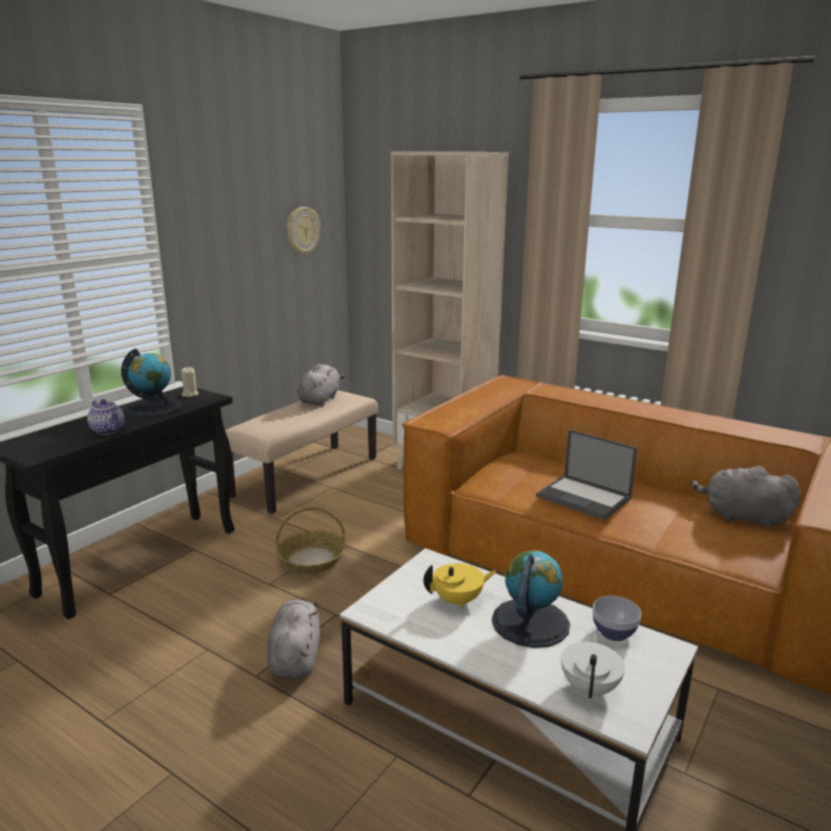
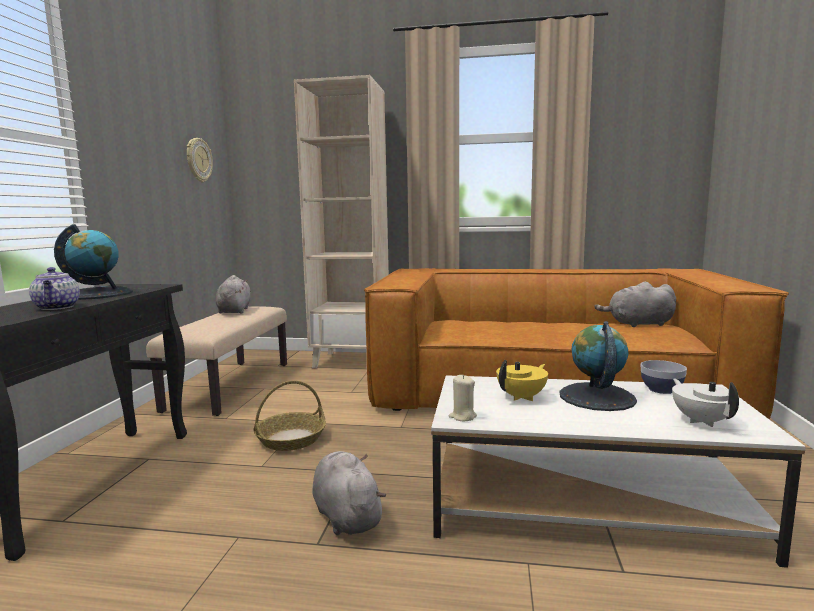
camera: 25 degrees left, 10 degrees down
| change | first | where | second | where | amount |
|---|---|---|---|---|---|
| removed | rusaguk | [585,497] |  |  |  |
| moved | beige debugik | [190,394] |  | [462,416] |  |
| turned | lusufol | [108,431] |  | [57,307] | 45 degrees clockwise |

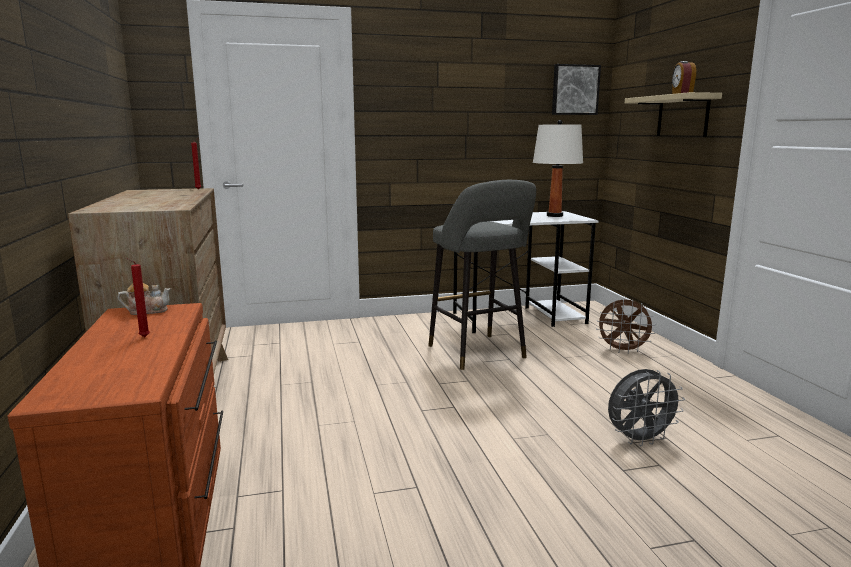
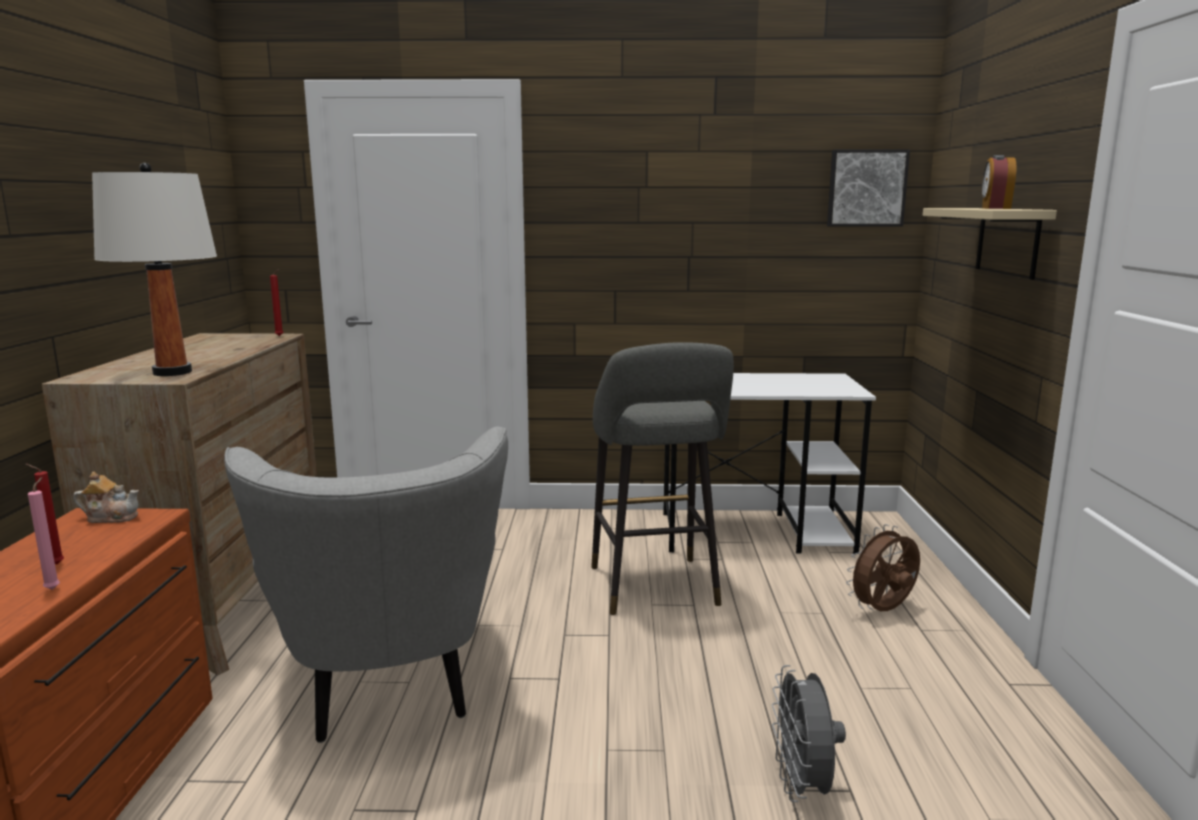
camera: 15 degrees right, 0 degrees up
| change | first | where | second | where | amount |
|---|---|---|---|---|---|
| added |  |  | pink debugik | [54,588] |  |
| added |  |  | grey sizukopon | [389,688] |  |
| moved | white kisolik | [555,215] |  | [172,372] |  |
| turned | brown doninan | [623,351] |  | [883,611] | 120 degrees clockwise |
| turned | grey doninan | [639,440] |  | [802,787] | 90 degrees clockwise |

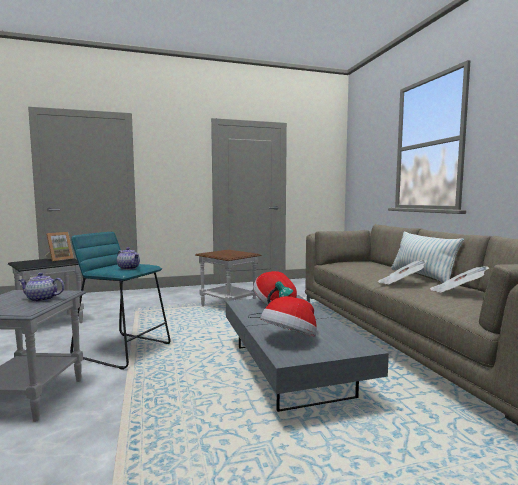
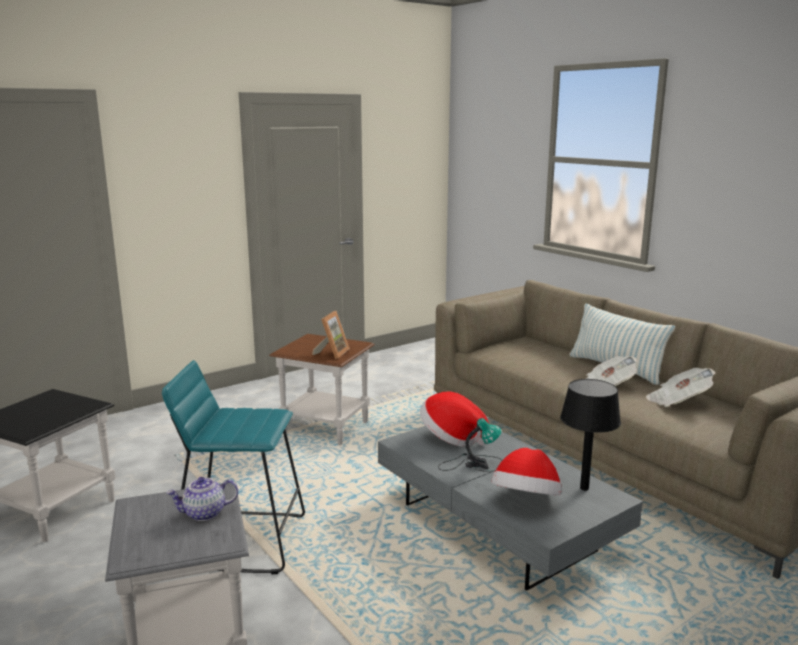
camera: 20 degrees left, 10 degrees up
| change | first | where | second | where | amount |
|---|---|---|---|---|---|
| removed | lusufol | [129,268] |  |  |  |
| added |  |  | black kisolik | [584,488] |  |
| moved | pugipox | [59,259] |  | [332,353] |  |

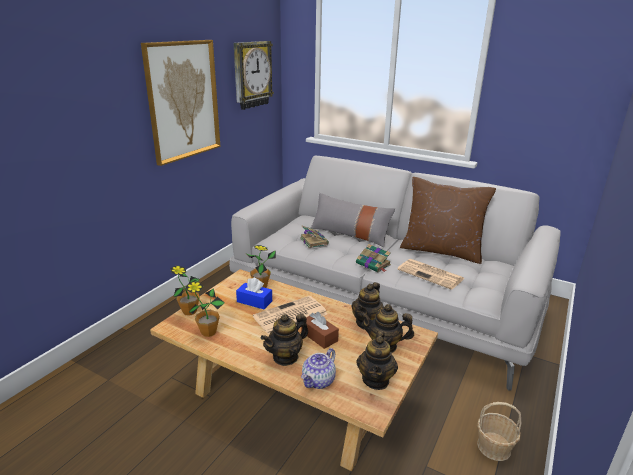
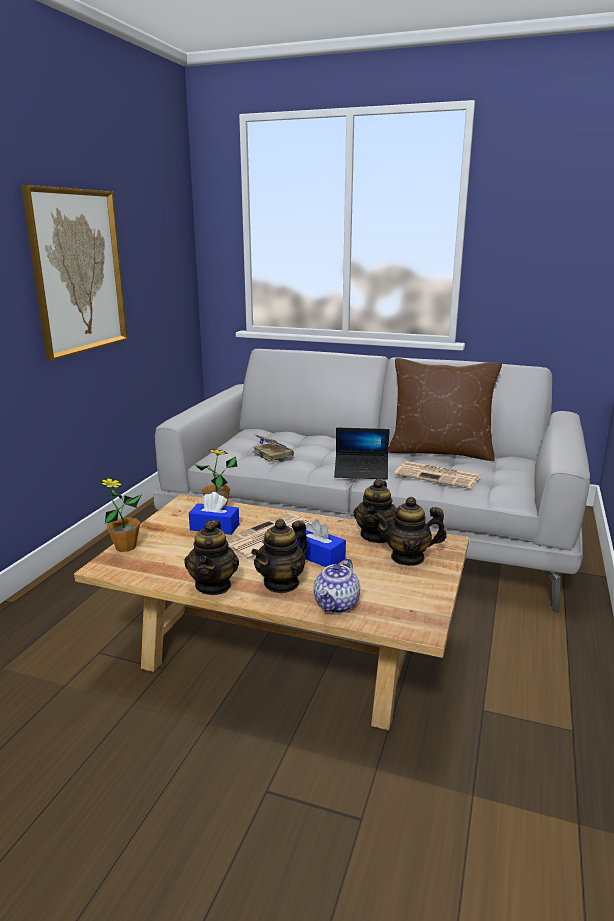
camera: 10 degrees left, 5 degrees down
| change | first | where | second | where | amount |
|---|---|---|---|---|---|
| removed | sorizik | [208,332] |  |  |  |
| removed | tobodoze | [251,74] |  |  |  |
| removed | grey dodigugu | [350,234] |  |  |  |
| removed | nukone | [494,447] |  |  |  |
| moved | lusufol | [376,380] |  | [213,585] |  |
| replaced | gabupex | [373,264] | rusaguk | [361,472] |  |
| recoloured | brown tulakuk | [319,336] | blue tulakuk | [318,556] |  |

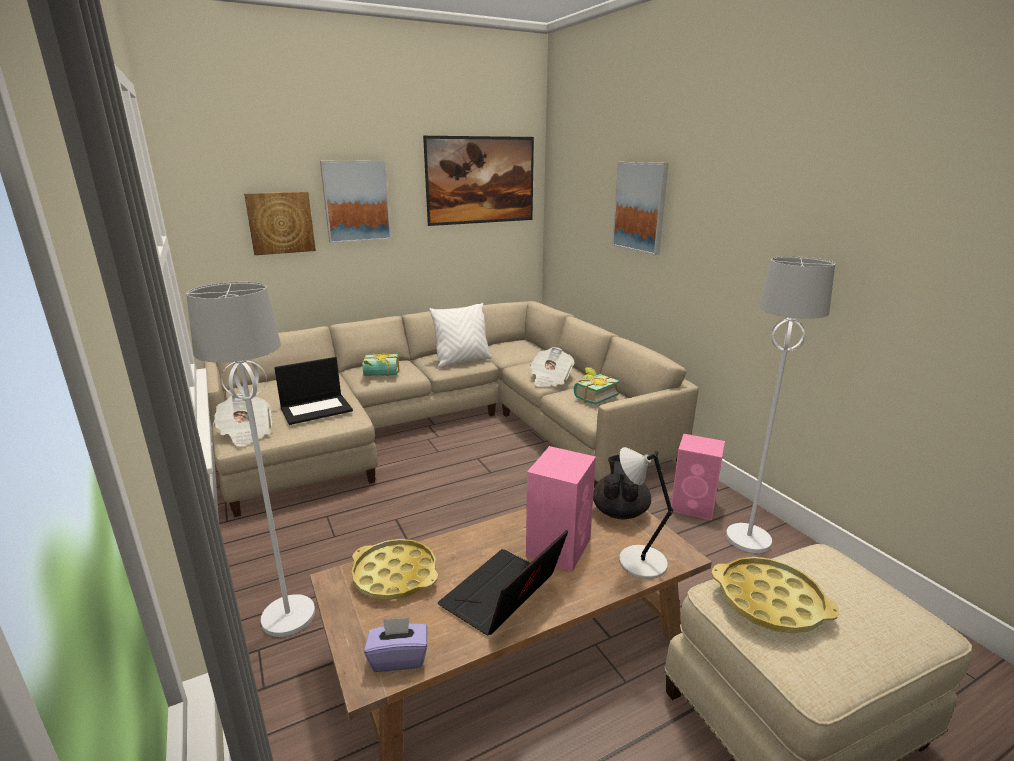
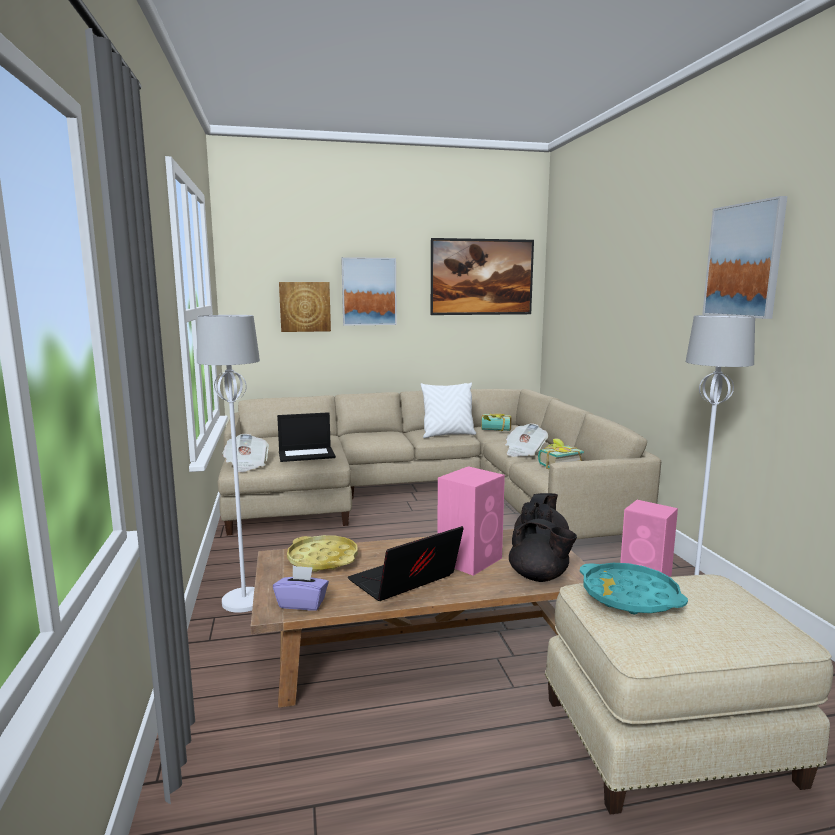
camera: 15 degrees right, 10 degrees down
| change | first | where | second | where | amount |
|---|---|---|---|---|---|
| moved | gabupex | [381,375] |  | [495,430] |  |
| moved | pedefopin | [640,207] |  | [744,260] |  |
| replaced | grey kisolik | [639,562] | black lusufol | [539,577] |  |
| recoloured | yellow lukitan | [770,601] | turquoise lukitan | [629,596] |  |

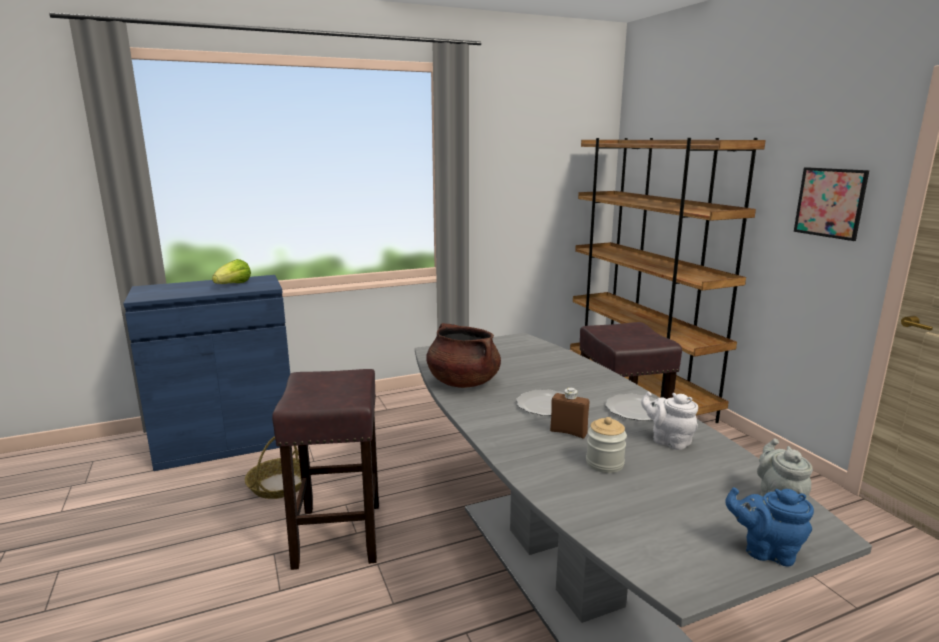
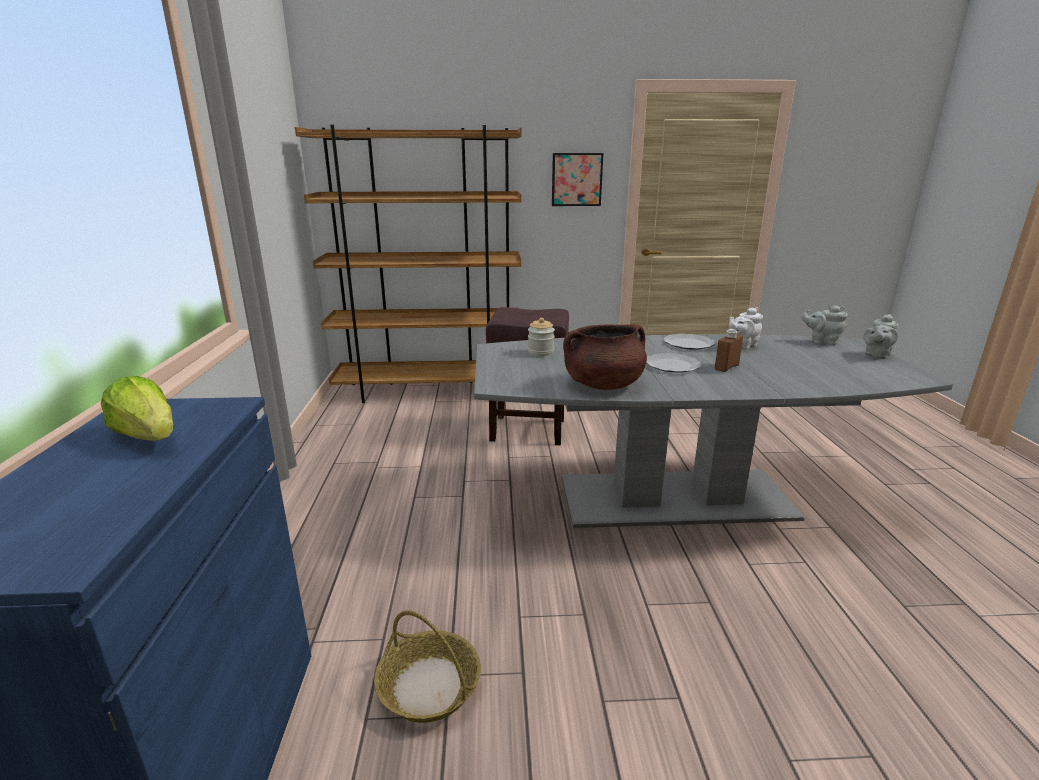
camera: 70 degrees left, 5 degrees up
| change | first | where | second | where | amount |
|---|---|---|---|---|---|
| removed | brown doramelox | [338,533] |  |  |  |
| moved | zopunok | [604,463] |  | [540,352] |  |
| recoloured | blue lusufol | [766,551] | grey lusufol | [876,355] |  |

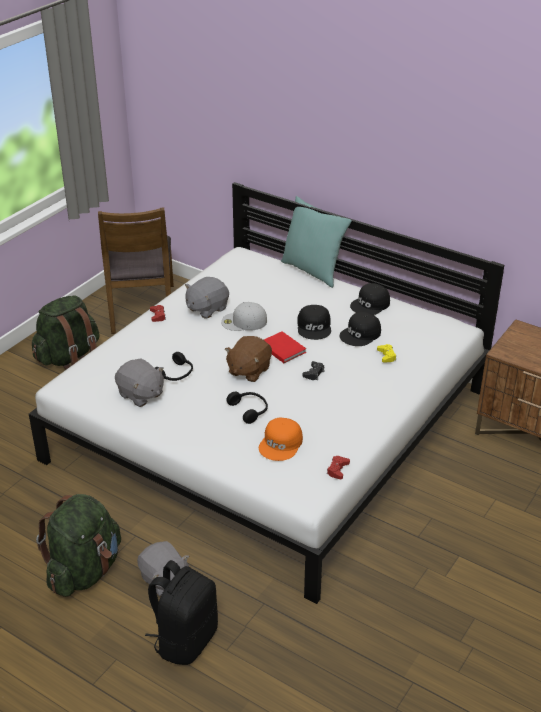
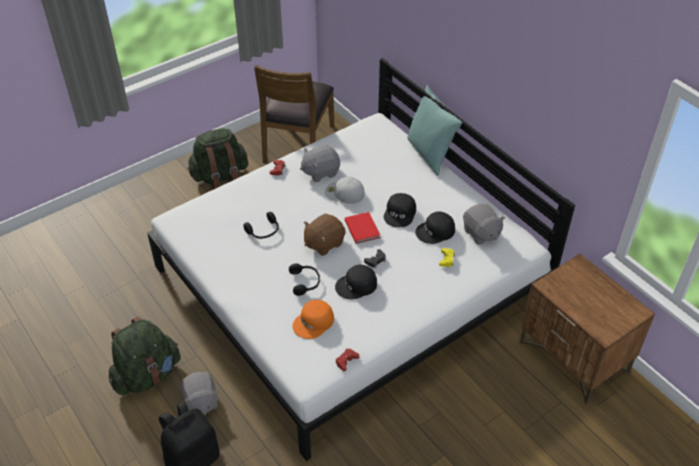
camera: 20 degrees right, 10 degrees up
| change | first | where | second | where | amount |
|---|---|---|---|---|---|
| moved | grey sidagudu | [141,395] |  | [481,233] |  |
| moved | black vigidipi | [370,305] |  | [356,286] |  |

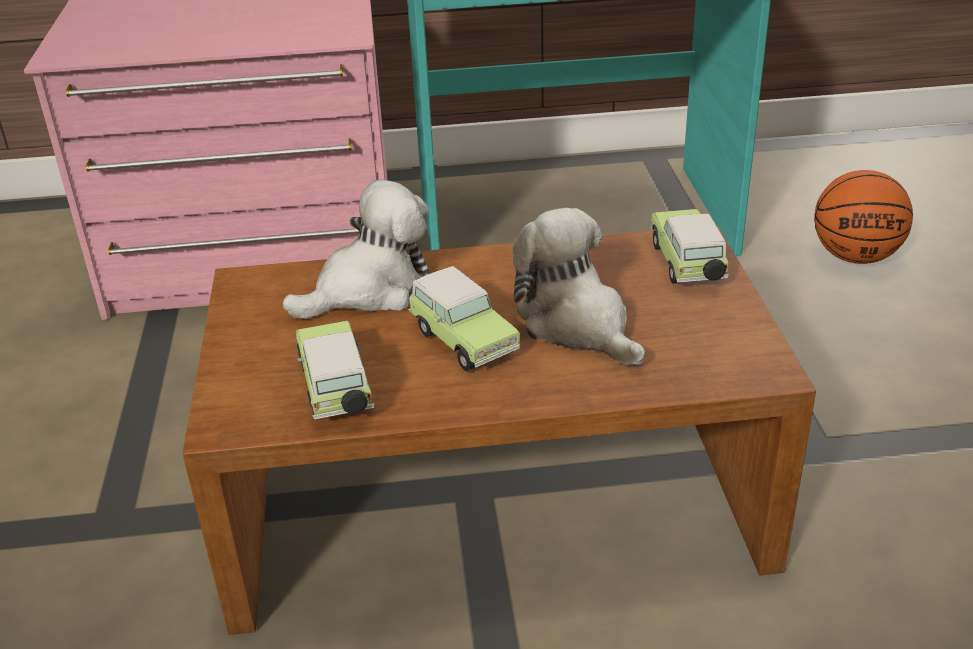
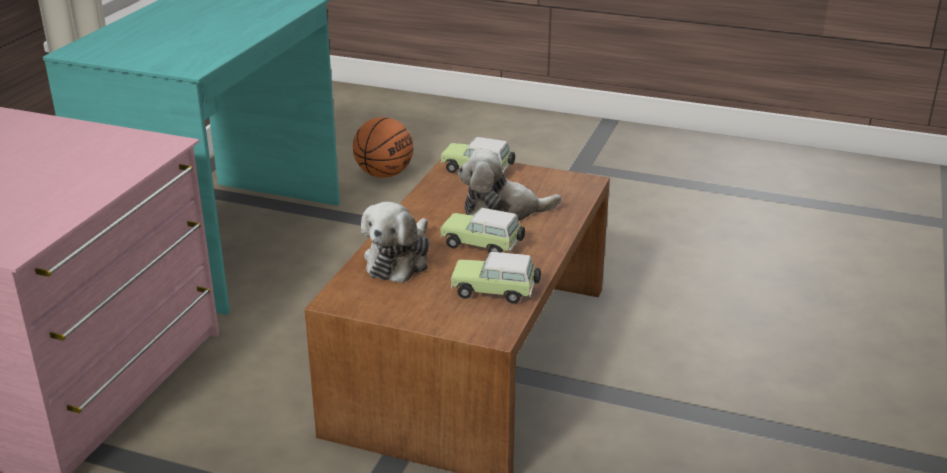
camera: 65 degrees left, 5 degrees down
| change | first | where | second | where | amount |
|---|---|---|---|---|---|
| turned | sidagudu | [370,290] |  | [399,260] | 150 degrees counterclockwise |
| turned | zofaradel | [461,340] |  | [483,246] | 150 degrees counterclockwise |

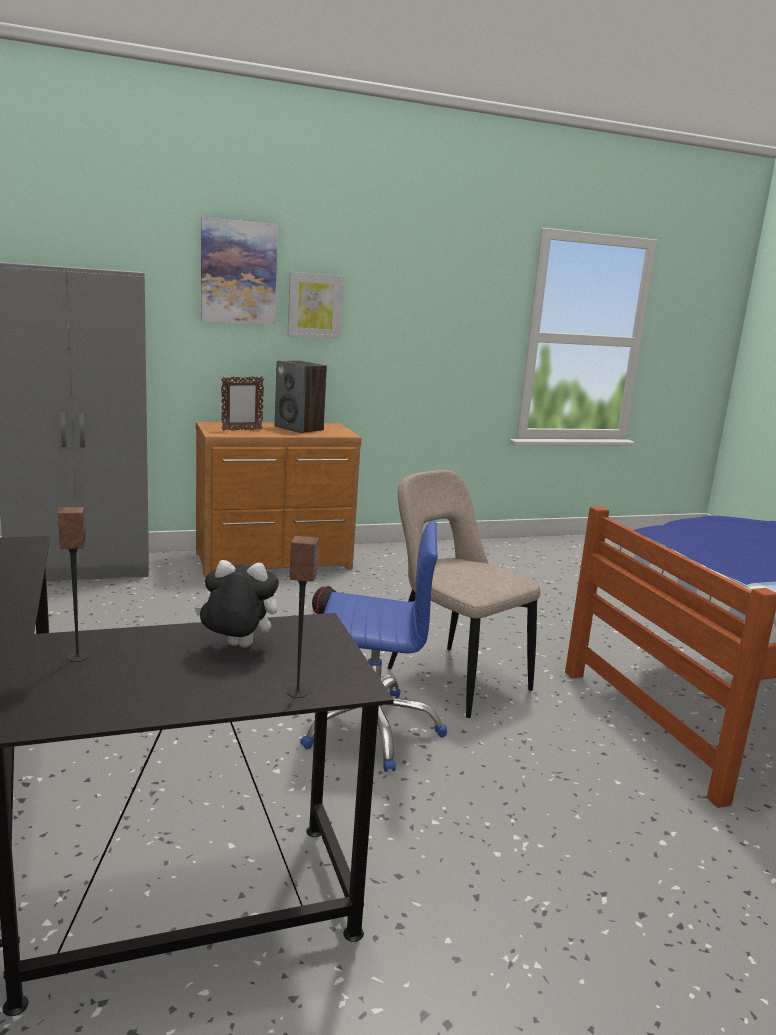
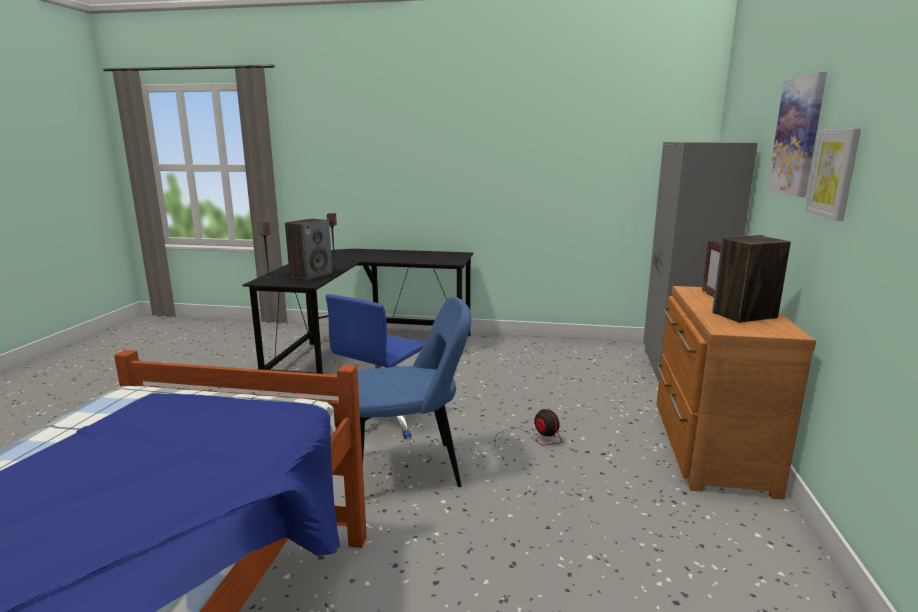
camera: 120 degrees right, 0 degrees up
| change | first | where | second | where | amount |
|---|---|---|---|---|---|
| replaced | sidagudu | [236,647] | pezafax | [311,275] |  |
| recoloured | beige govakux | [453,677] | blue govakux | [411,469] |  |

